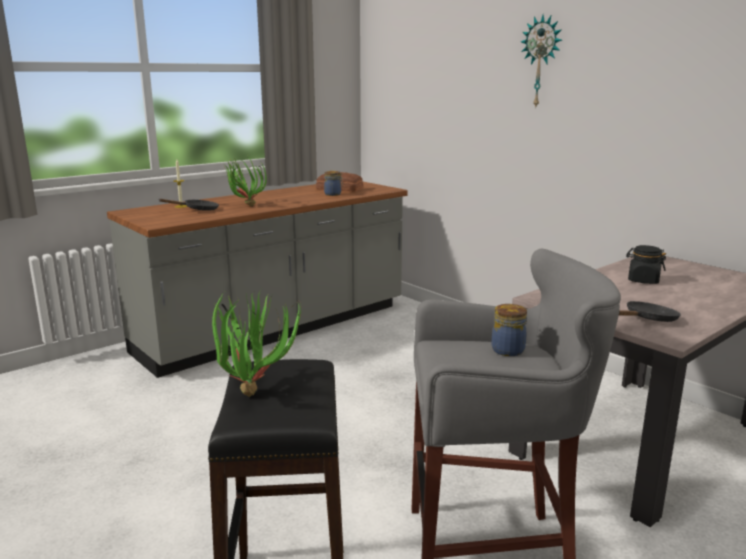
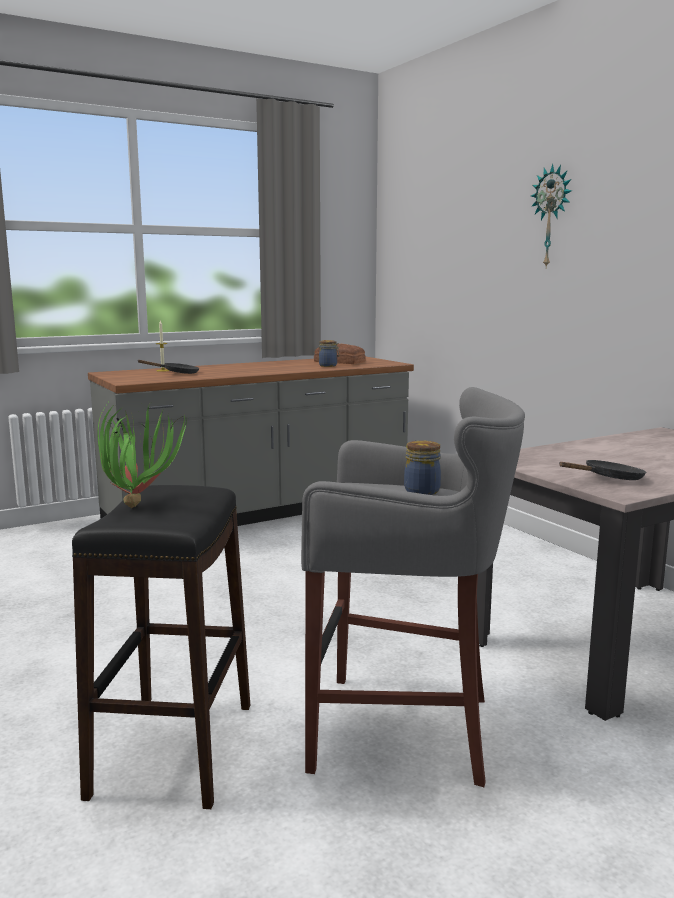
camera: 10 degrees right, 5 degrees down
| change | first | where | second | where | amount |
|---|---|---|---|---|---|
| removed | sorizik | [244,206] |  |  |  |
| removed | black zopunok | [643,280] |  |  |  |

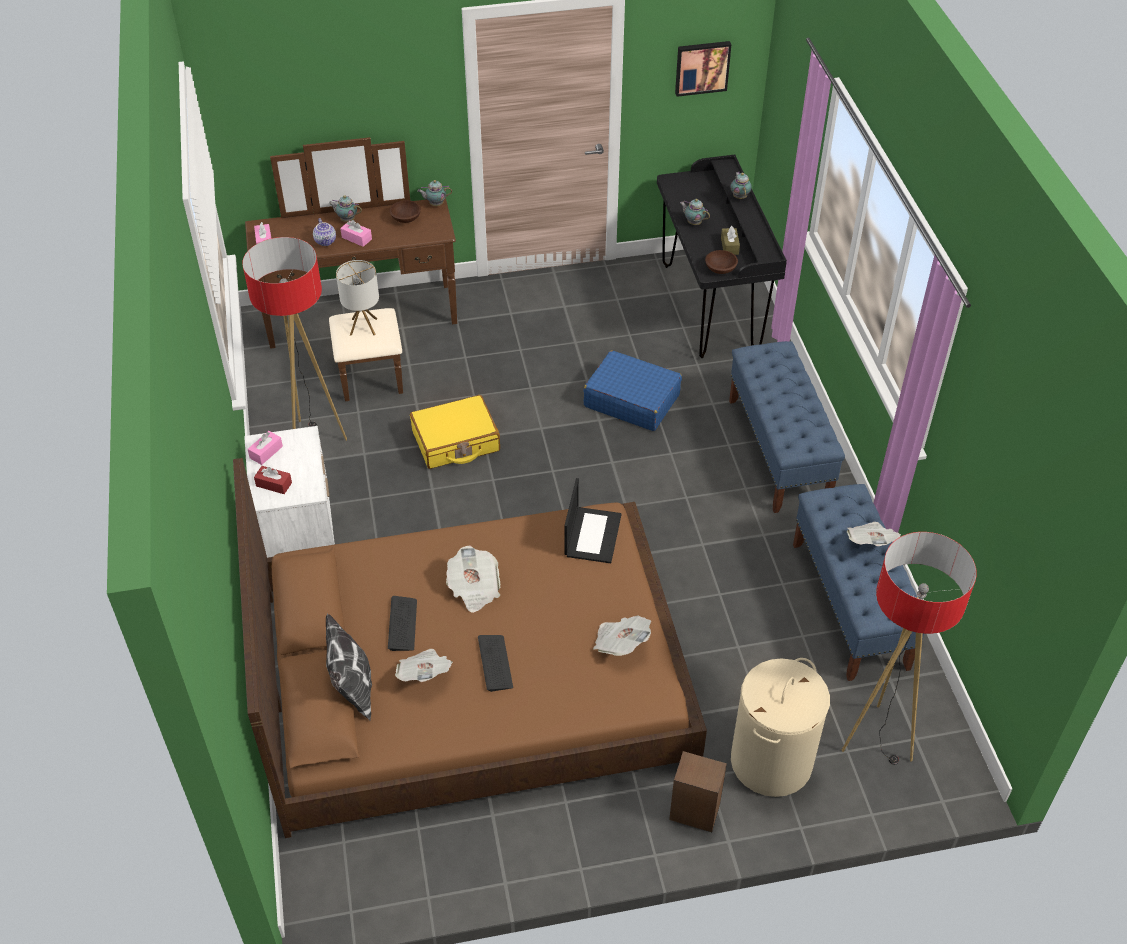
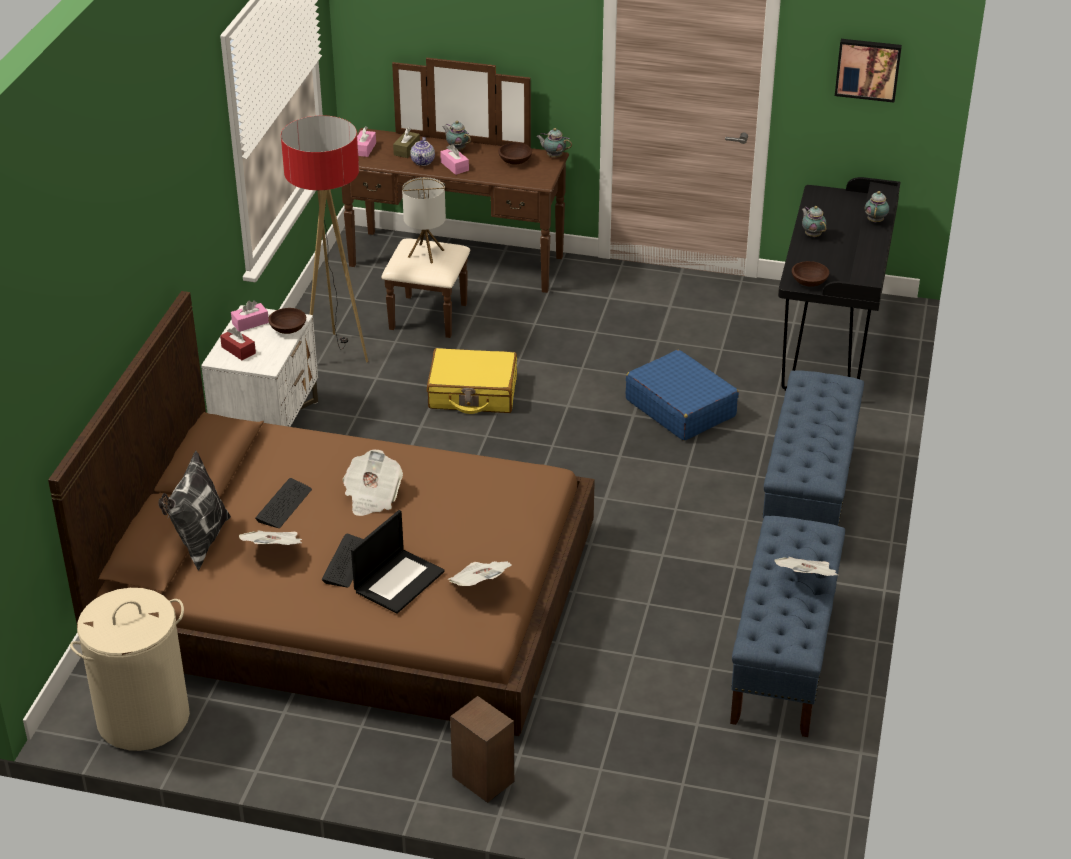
camera: 25 degrees right, 10 degrees down
| change | first | where | second | where | amount |
|---|---|---|---|---|---|
| removed | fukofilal | [877,739] |  |  |  |
| added |  |  | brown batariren | [288,329] |  |
| moved | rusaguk | [592,534] |  | [399,580] |  |
| moved | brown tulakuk | [729,246] |  | [406,150] |  |
| moved | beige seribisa | [771,761] |  | [143,718] |  |

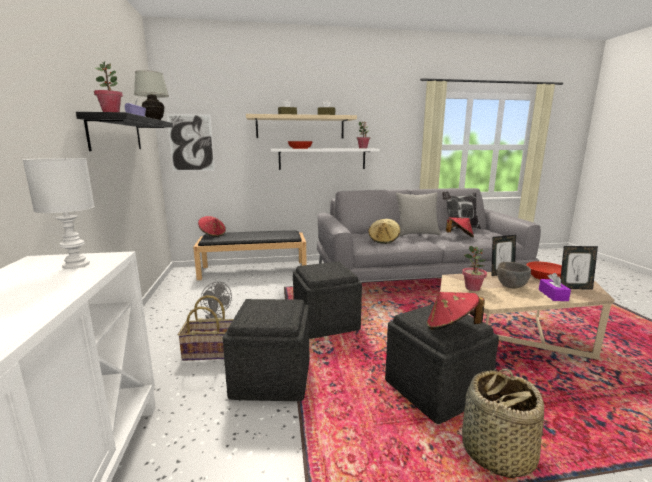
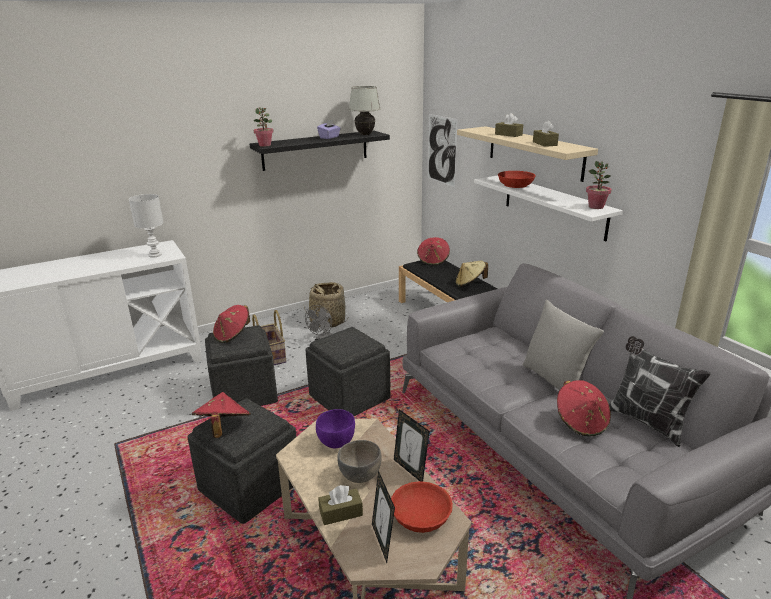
camera: 70 degrees right, 10 degrees up
| change | first | where | second | where | amount |
|---|---|---|---|---|---|
| added |  |  | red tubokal | [232,335] |  |
| moved | beige tubokal | [384,240] |  | [470,283] |  |
| moved | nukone | [496,452] |  | [327,321] |  |
| replaced | sorizik | [472,288] | purple batariren | [336,442] |  |
| recoloured | purple tulakuk | [553,295] | brown tulakuk | [341,513] |  |

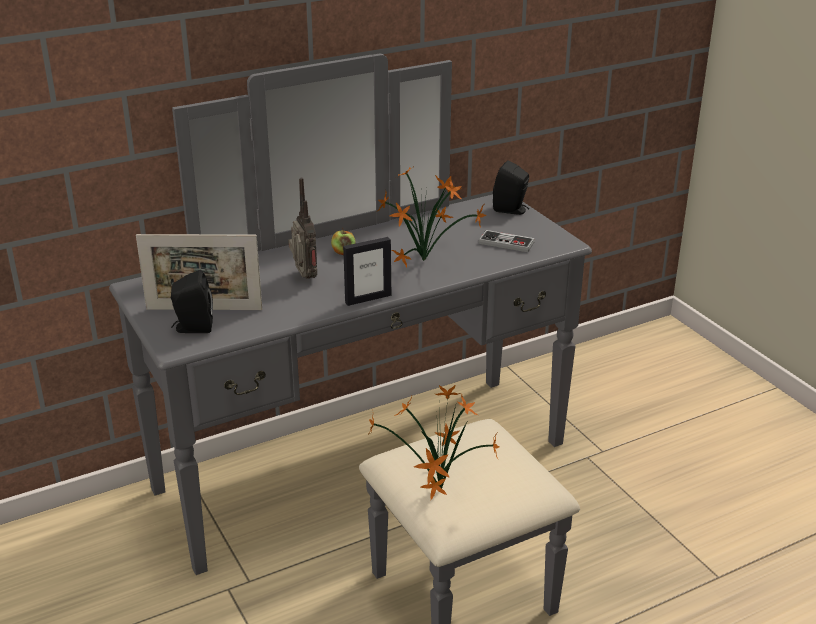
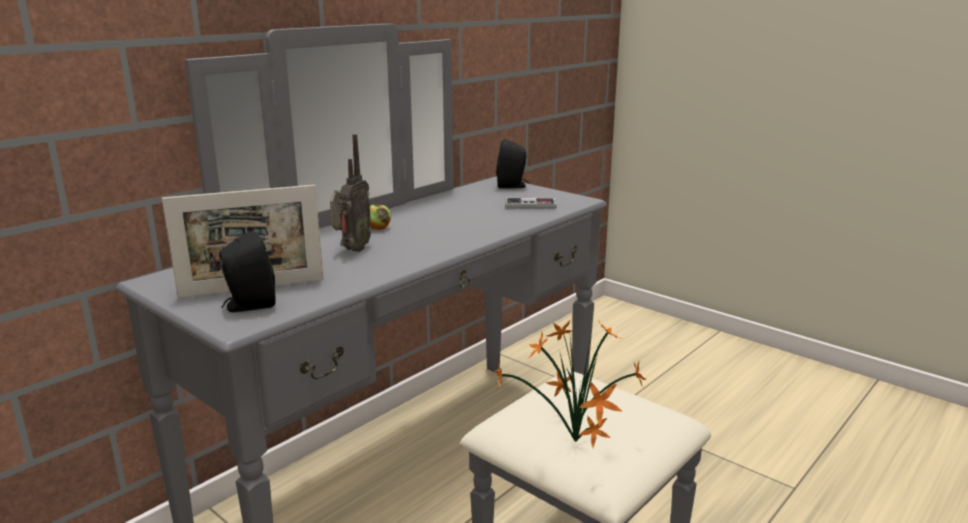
camera: 20 degrees left, 10 degrees down
| change | first | where | second | where | amount |
|---|---|---|---|---|---|
| removed | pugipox | [368,299] |  |  |  |
| removed | sorizik | [426,260] |  |  |  |
| turned | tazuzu | [304,278] |  | [351,250] | 60 degrees clockwise |

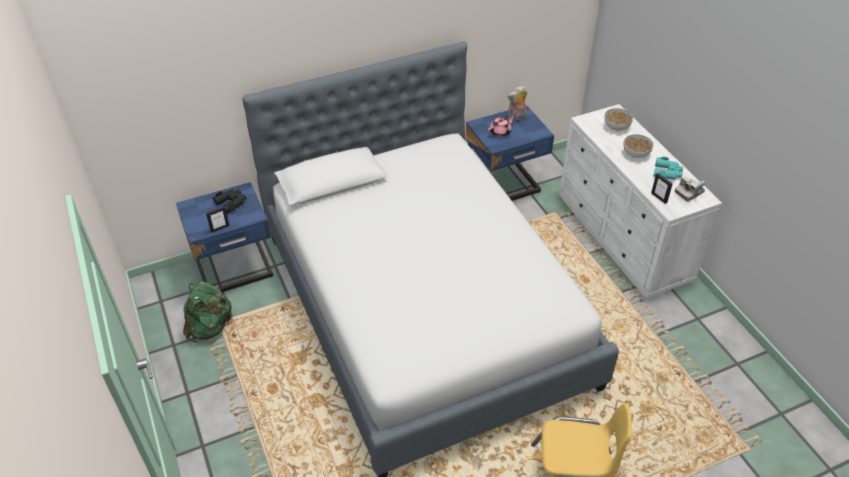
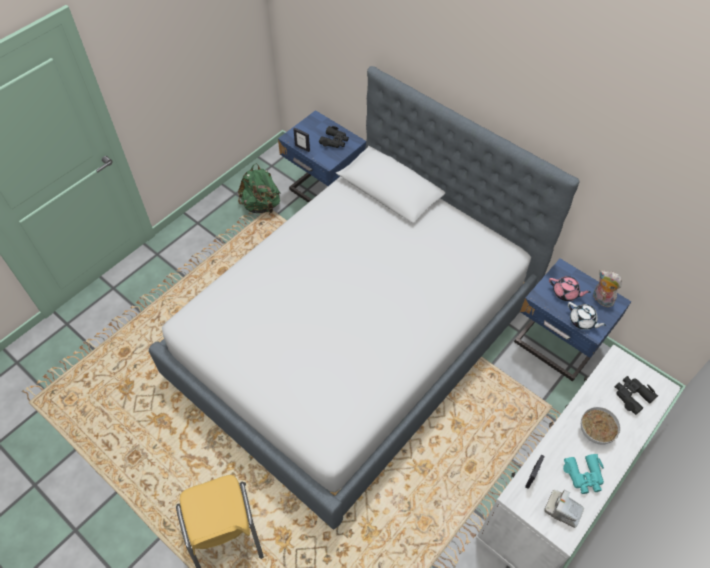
camera: 65 degrees right, 10 degrees up
| change | first | where | second | where | amount |
|---|---|---|---|---|---|
| added |  |  | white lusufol | [582,321] |  |
| replaced | batariren | [616,126] | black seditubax | [632,396] |  |

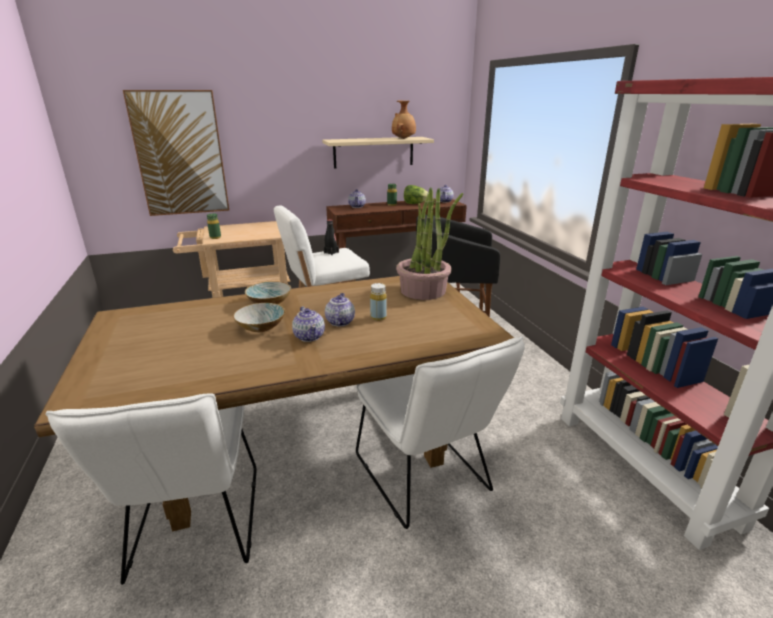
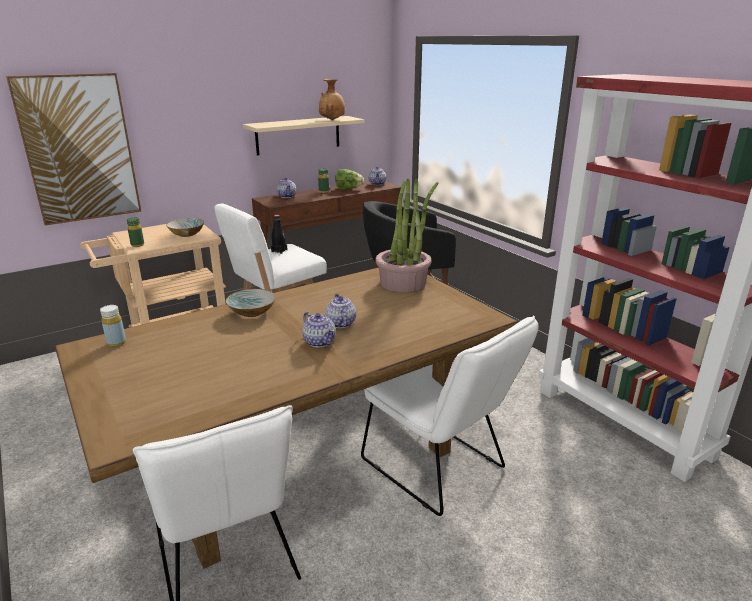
camera: 15 degrees left, 0 degrees up
| change | first | where | second | where | amount |
|---|---|---|---|---|---|
| moved | batariren | [261,327] |  | [187,234] |  |
| moved | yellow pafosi | [378,317] |  | [116,342] |  |

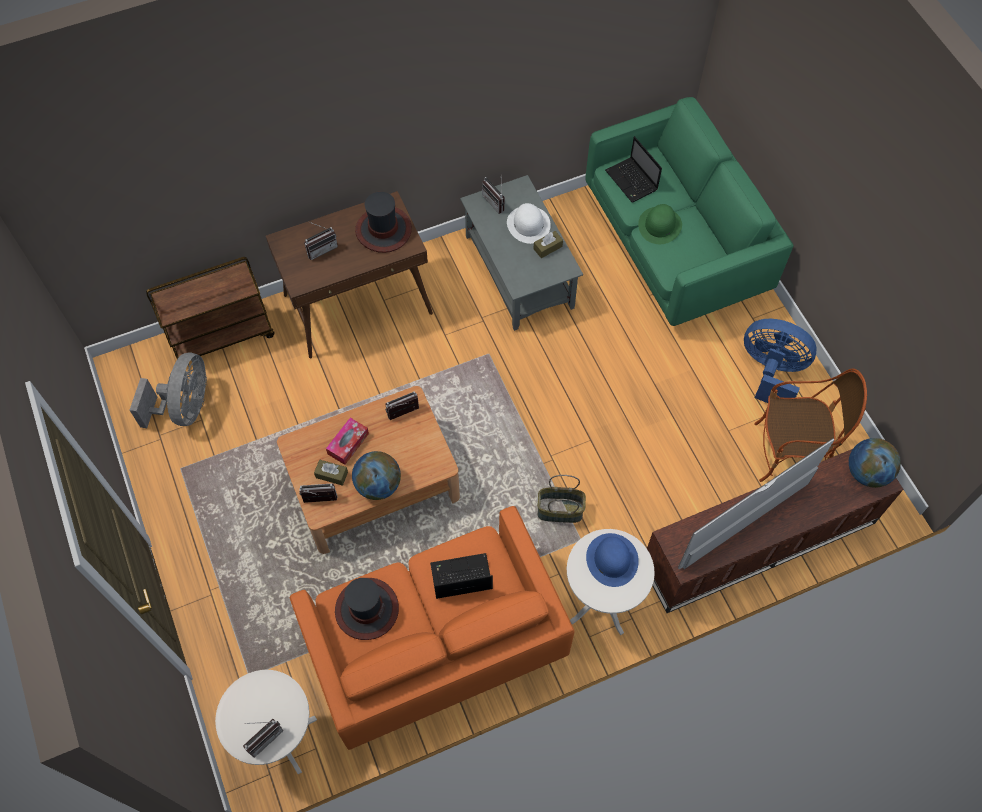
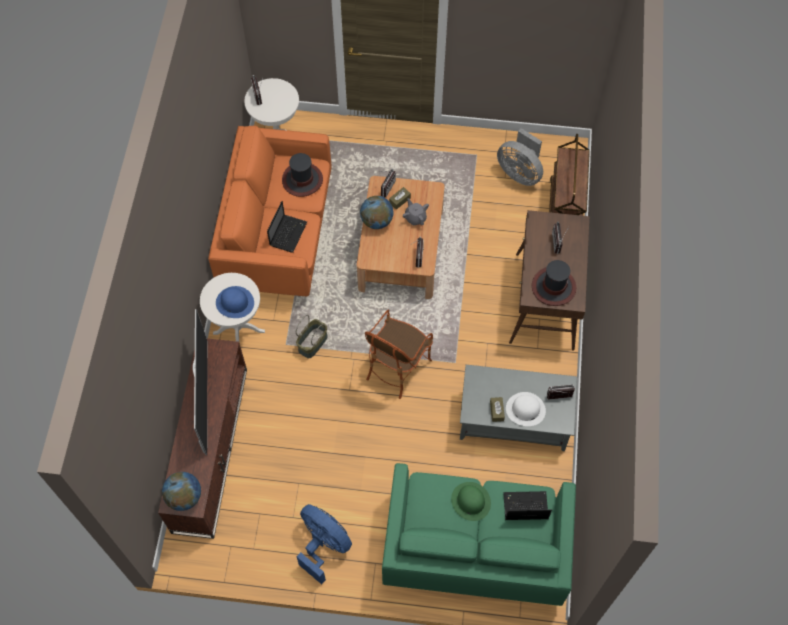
camera: 120 degrees right, 0 degrees up
| change | first | where | second | where | amount |
|---|---|---|---|---|---|
| moved | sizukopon | [789,453] |  | [397,367] |  |
| replaced | tulakuk | [348,444] | grey lusufol | [415,218] |  |
| turned | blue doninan | [771,372] |  | [323,545] | 105 degrees counterclockwise |

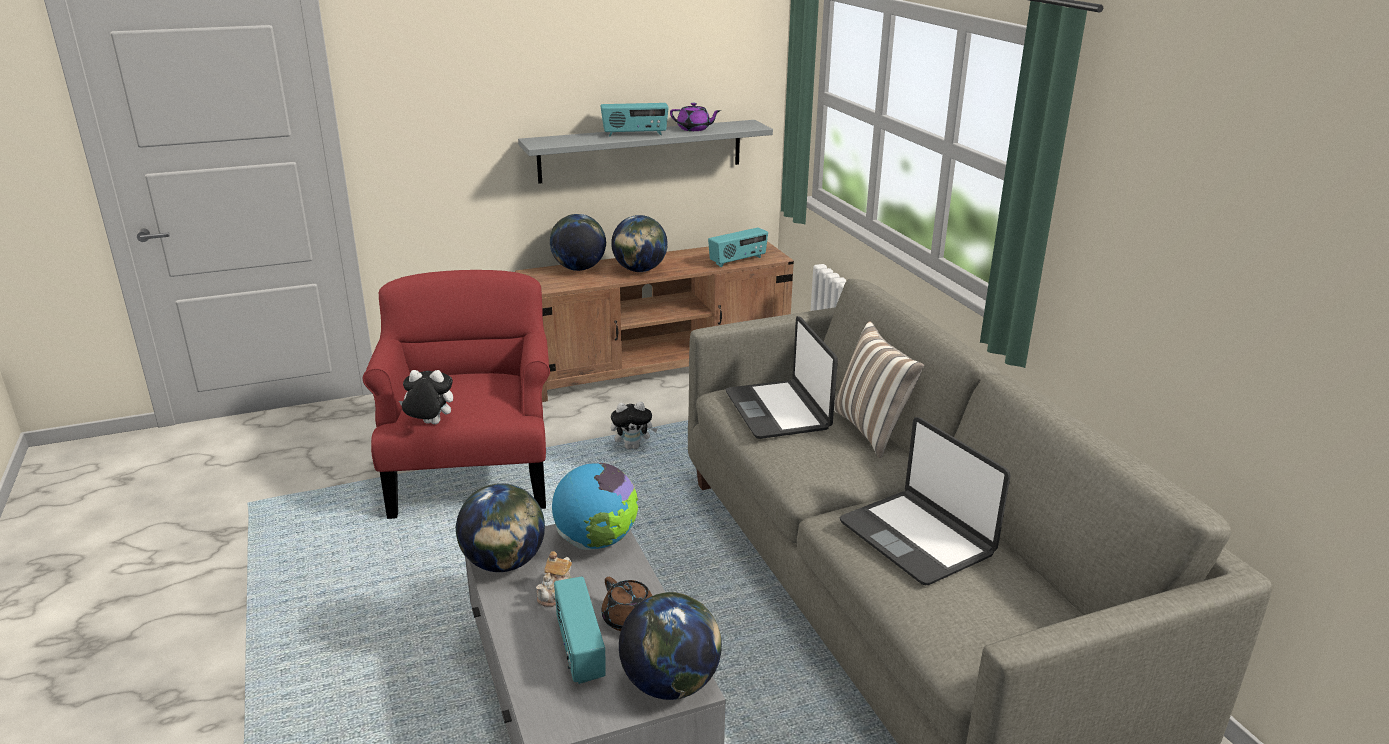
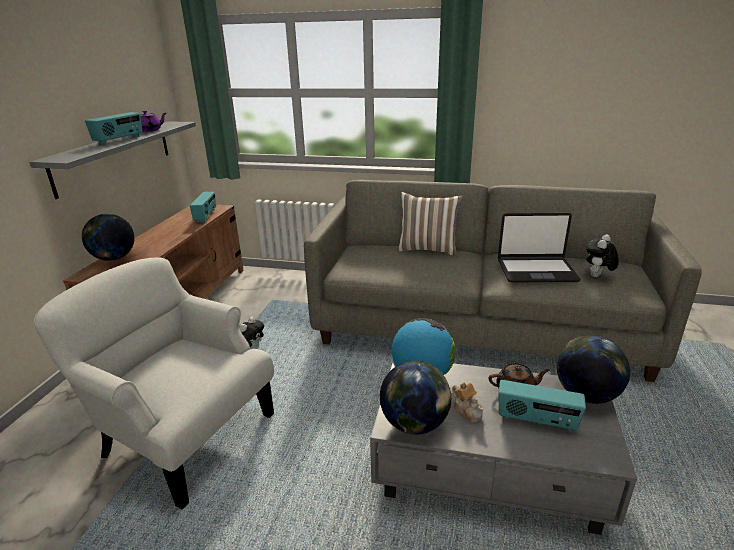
camera: 55 degrees left, 0 degrees up
| change | first | where | second | where | amount |
|---|---|---|---|---|---|
| removed | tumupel | [639,270] |  |  |  |
| removed | rusaguk | [778,410] |  |  |  |
| moved | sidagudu | [429,424] |  | [597,276] |  |
| recoloured | red sizukopon | [472,473] | white sizukopon | [184,435] |  |

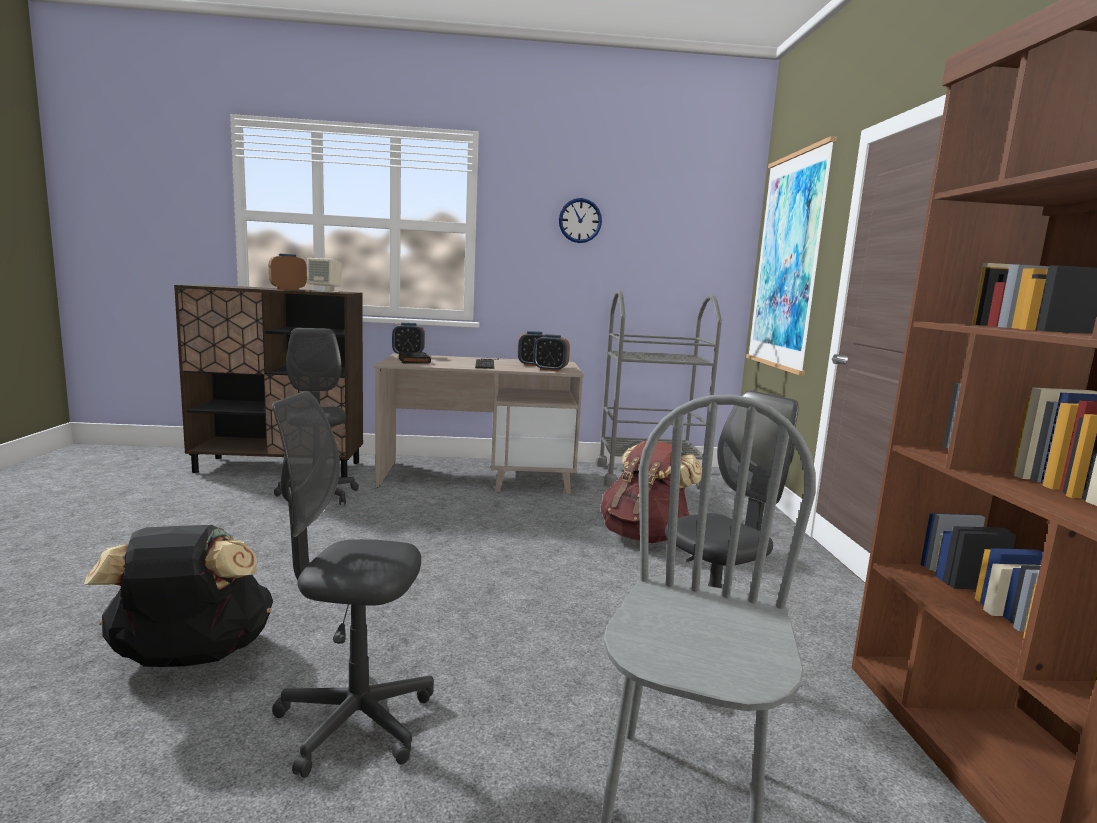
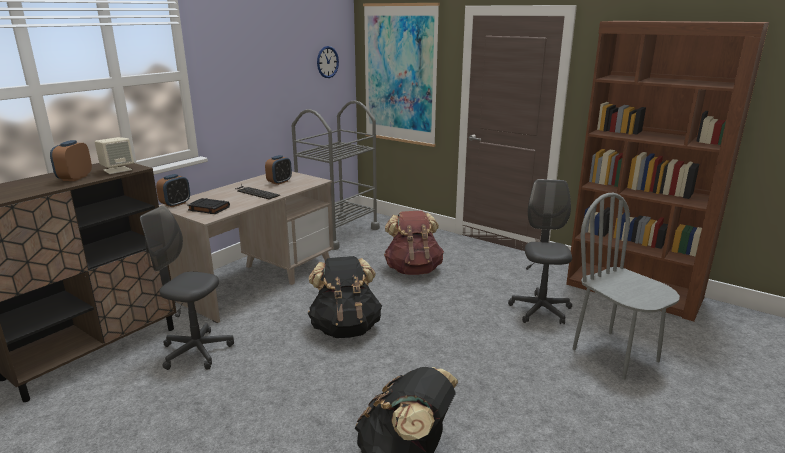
camera: 50 degrees left, 10 degrees up
| change | first | where | second | where | amount |
|---|---|---|---|---|---|
| removed | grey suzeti | [354,722] |  |  |  |
| removed | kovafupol | [550,369] |  |  |  |
| added |  |  | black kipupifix | [345,328] |  |
| moved | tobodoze | [580,220] |  | [327,62] |  |

